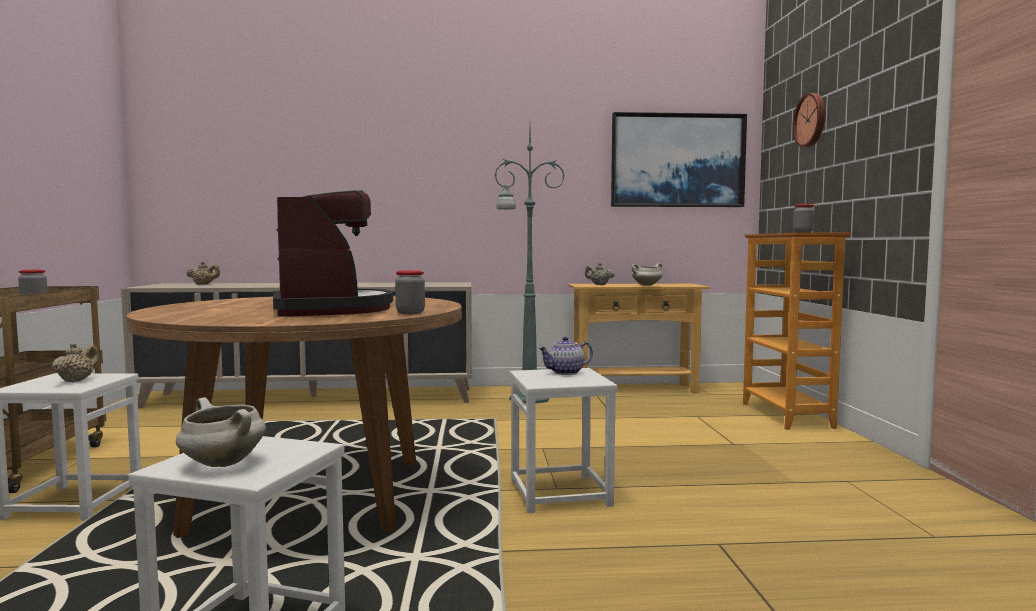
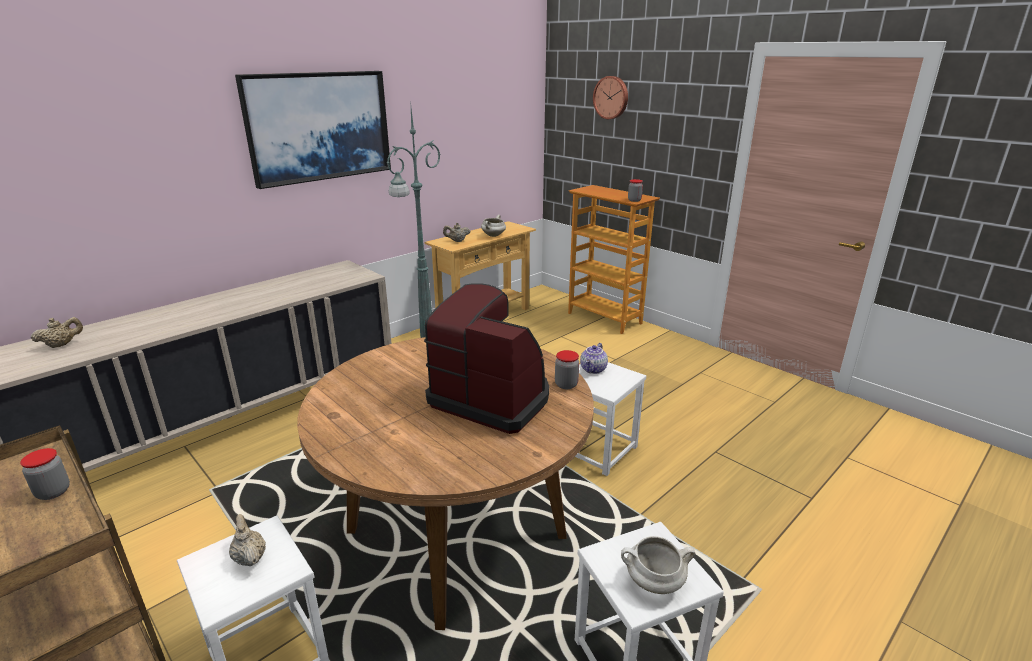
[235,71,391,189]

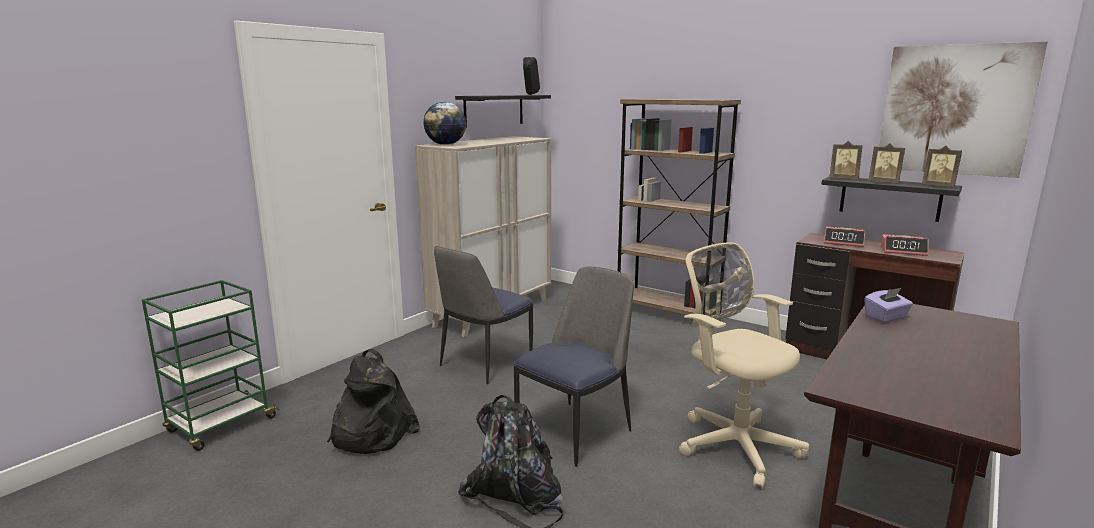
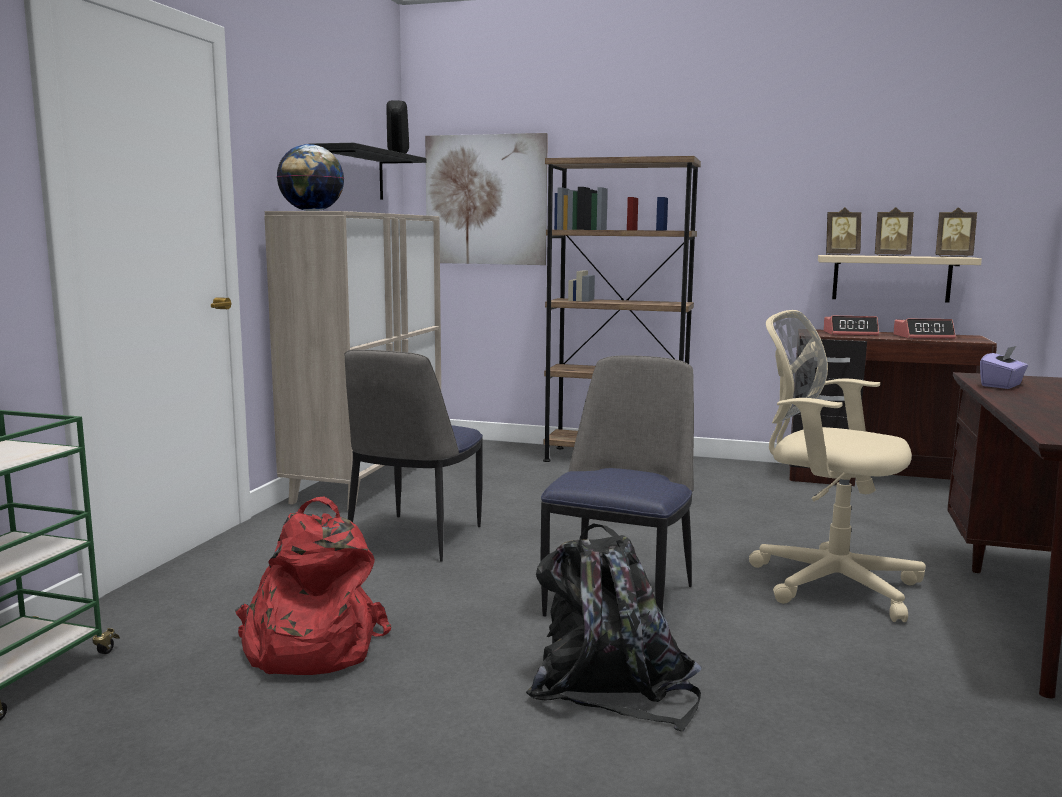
[235,497,391,675]
[425,133,548,265]
[818,255,982,303]

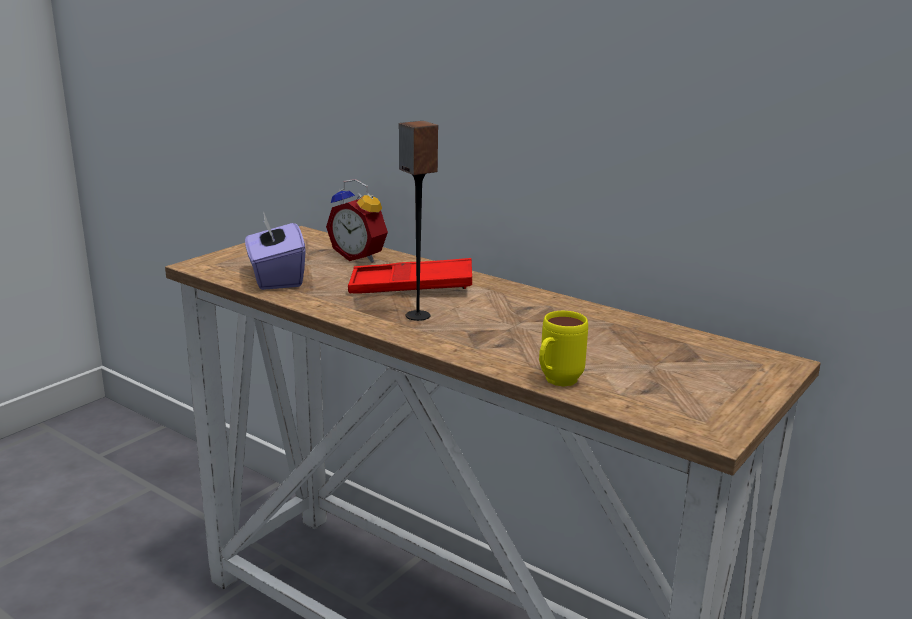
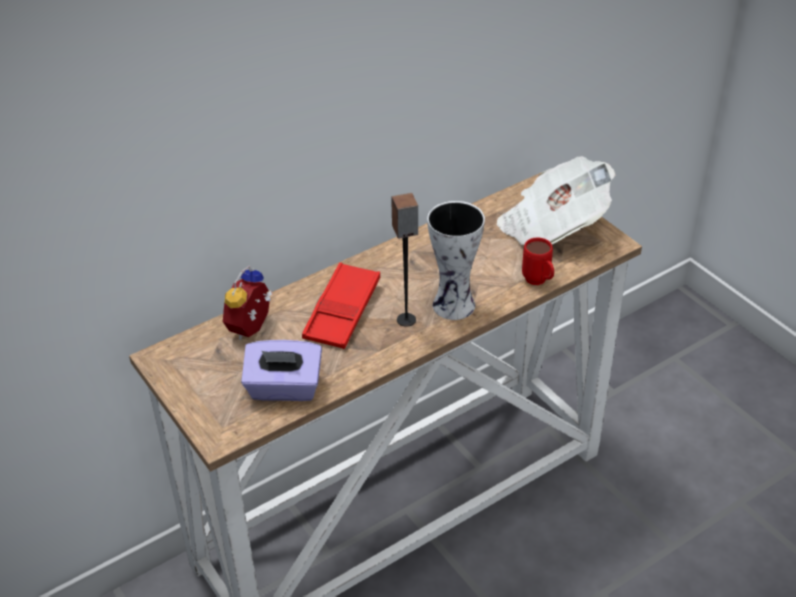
[223,265,273,340]
[427,201,485,320]
[497,156,616,245]
[522,237,554,285]

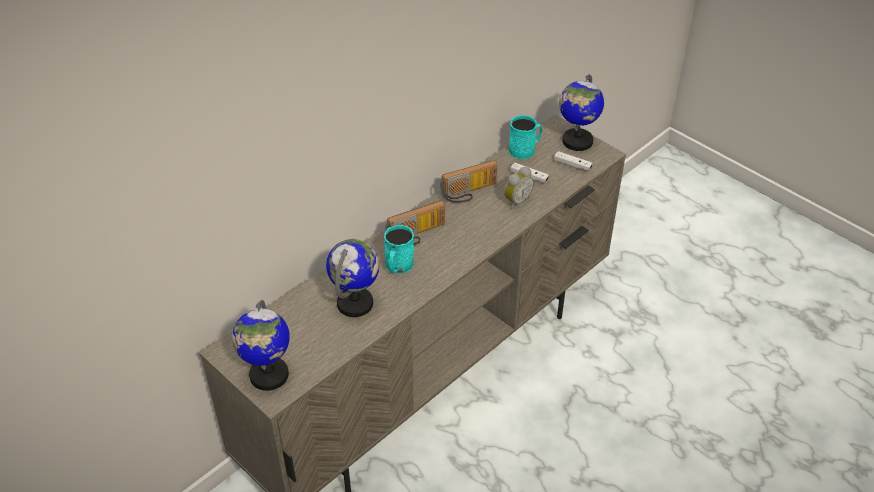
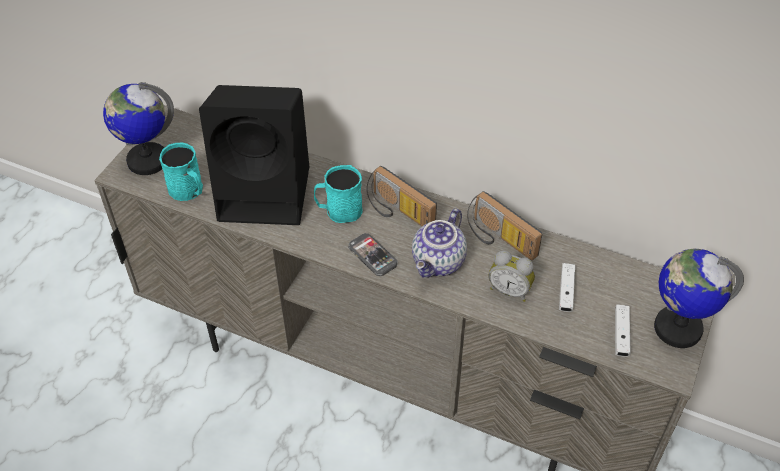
[159,142,203,201]
[199,85,309,225]
[348,233,398,276]
[412,209,467,278]

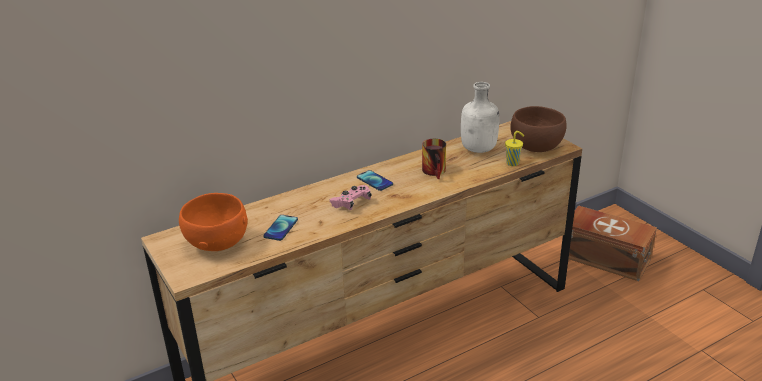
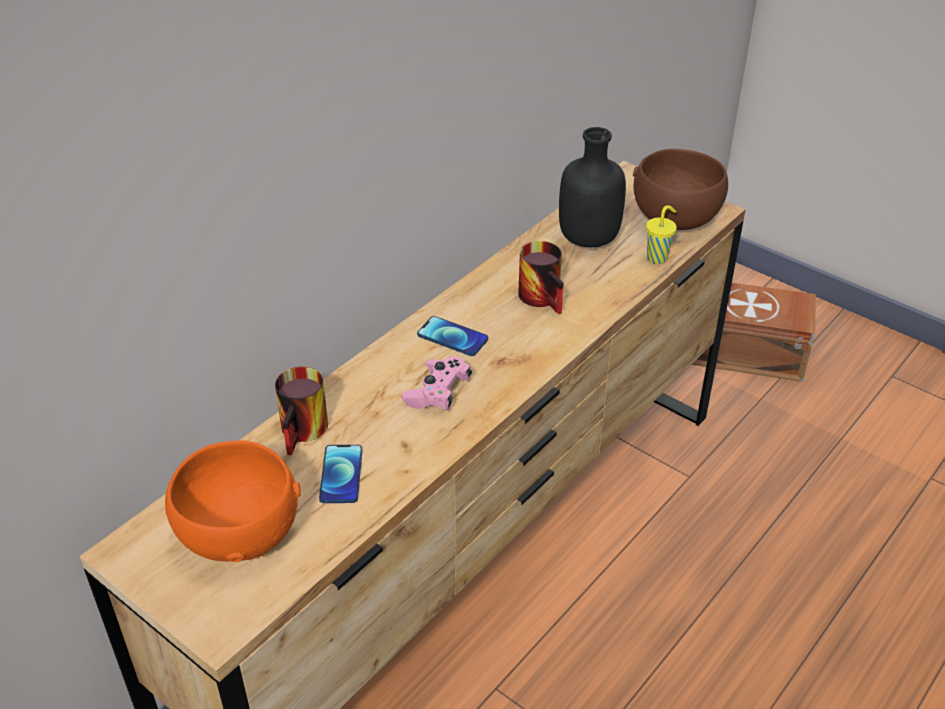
[275,367,328,455]
[559,127,626,247]

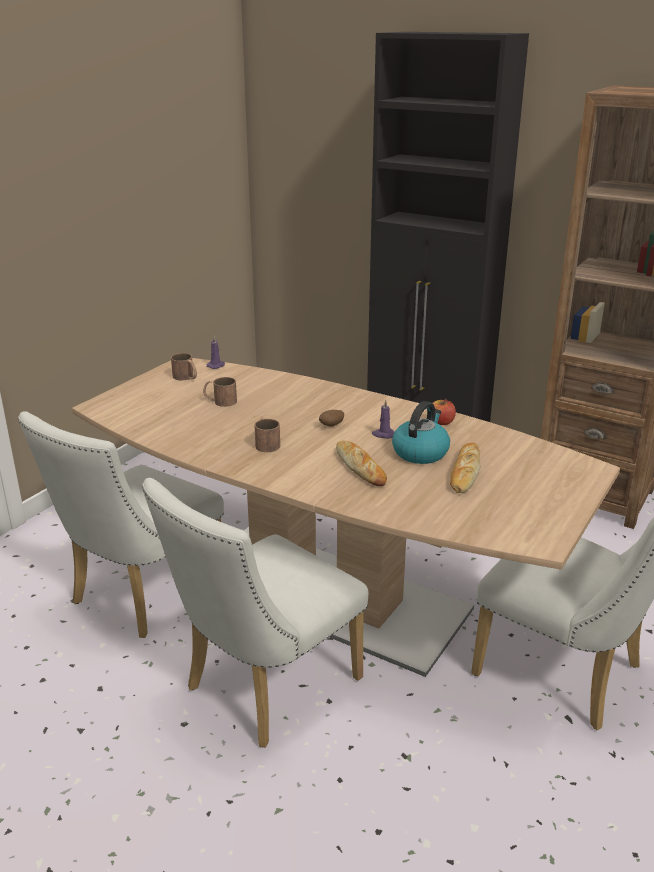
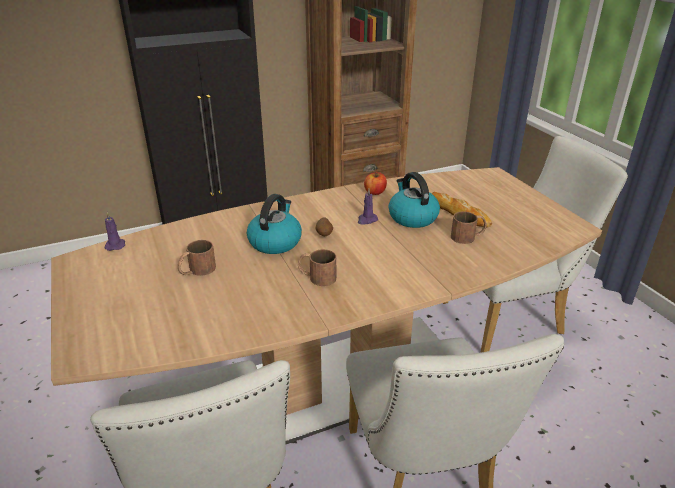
[247,194,302,254]
[451,211,487,244]
[336,441,387,486] (first image)

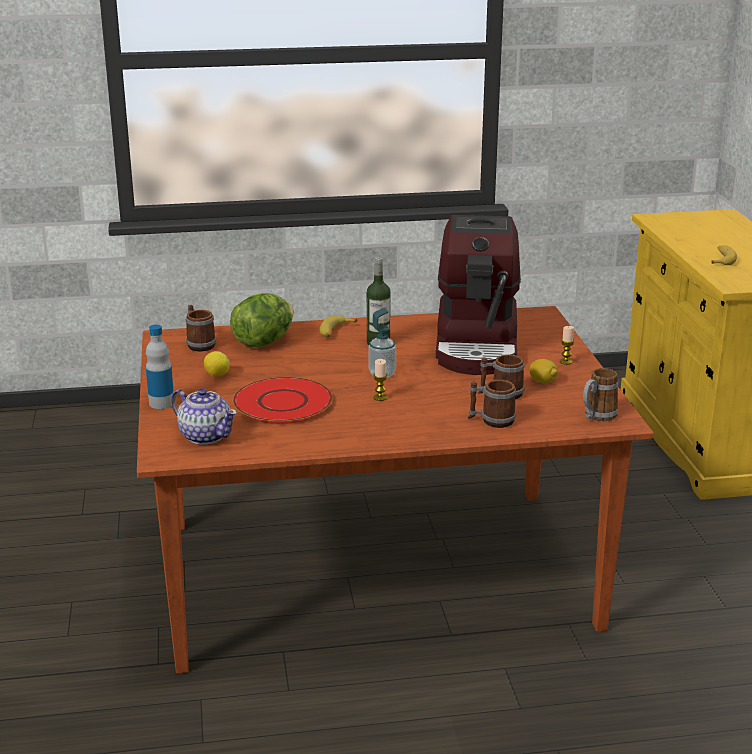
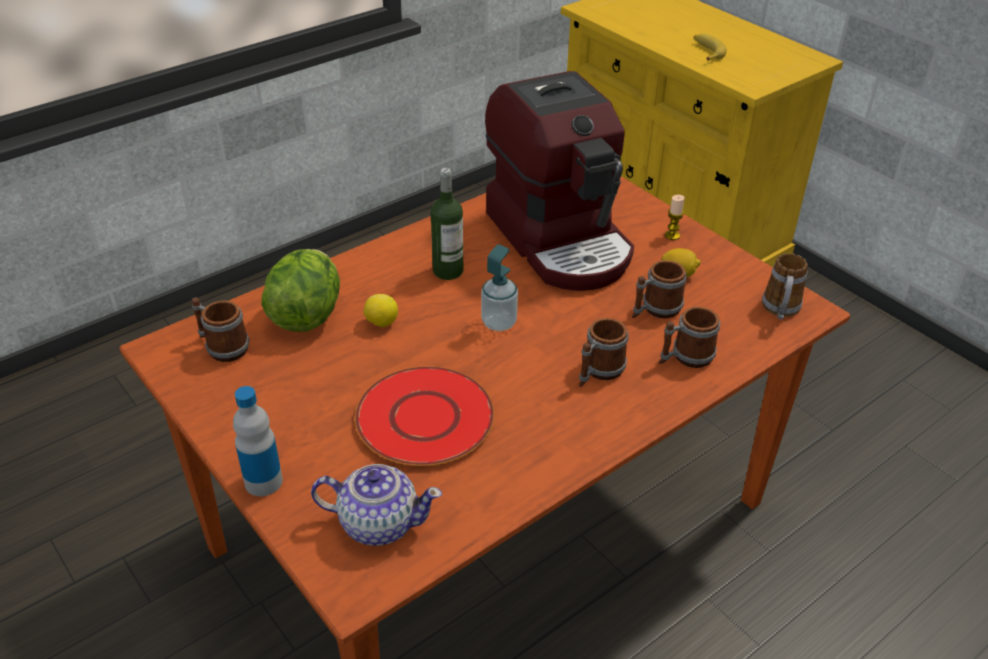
[364,294,398,327]
[579,318,628,387]
[319,315,357,338] (first image)
[374,359,387,401] (first image)

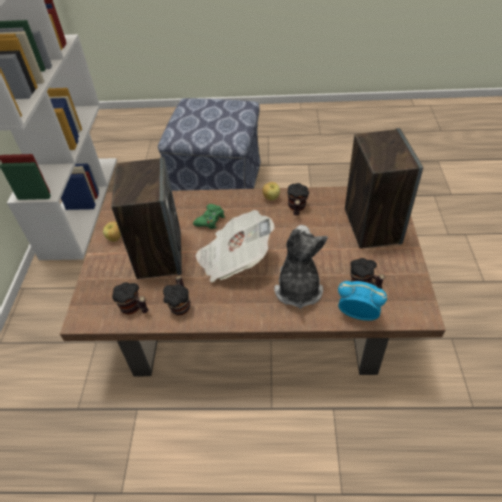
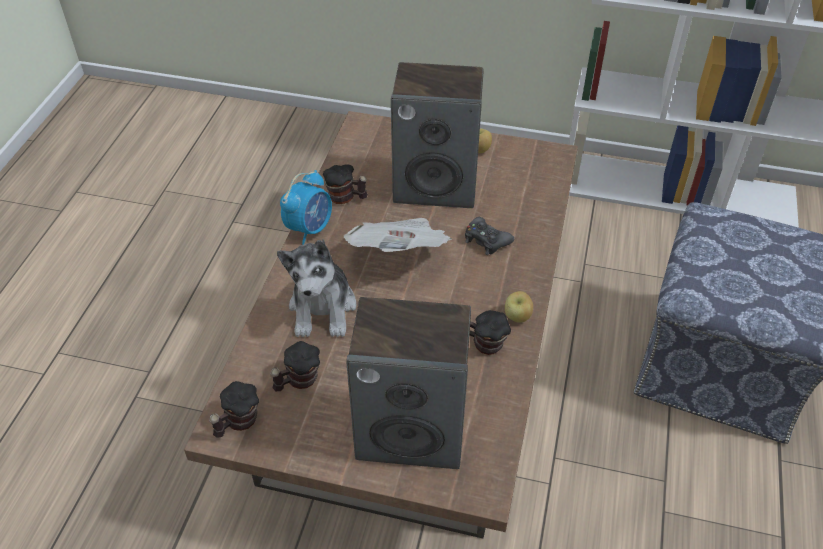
[209,381,259,438]
[277,239,357,337]
[280,170,332,245]
[465,217,514,255]

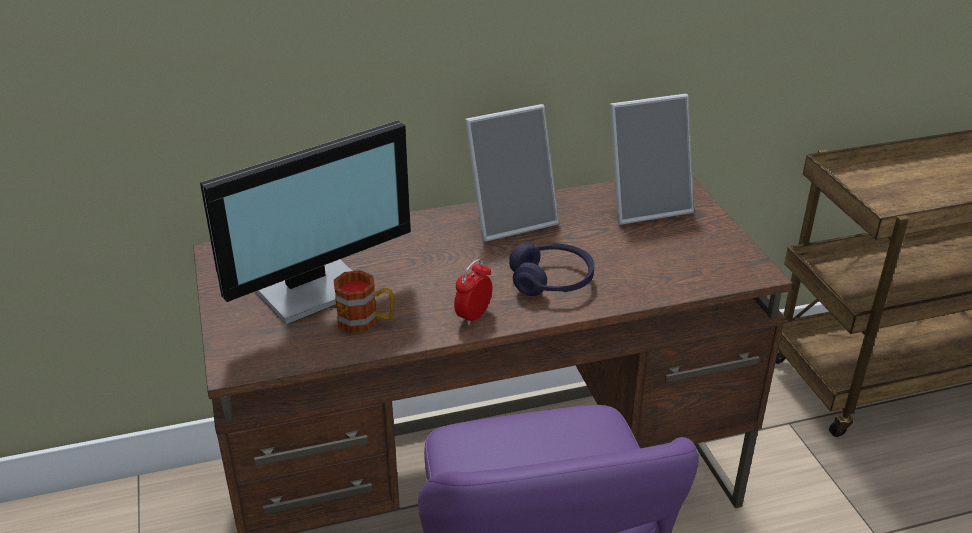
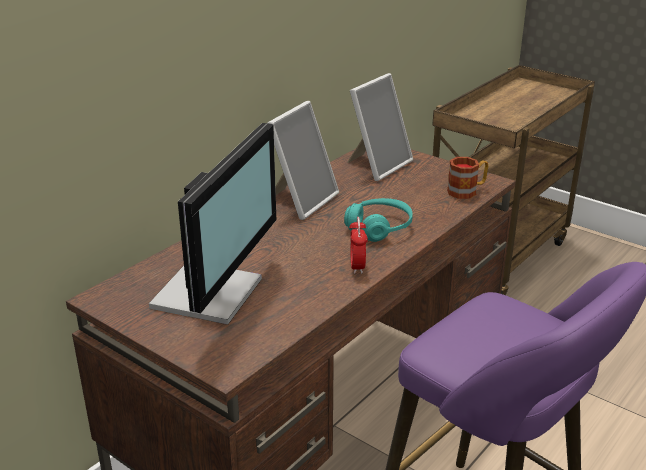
[344,198,413,242]
[447,157,488,199]

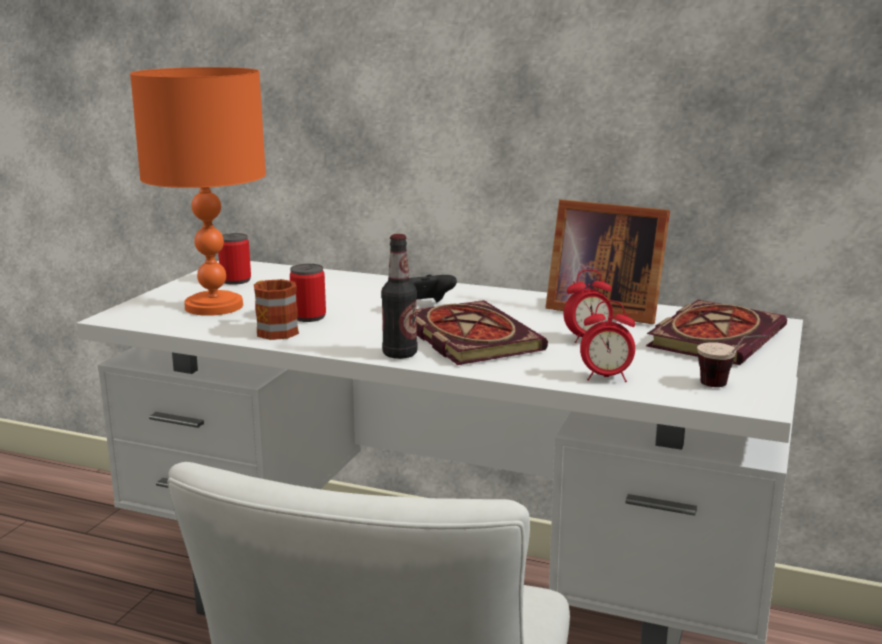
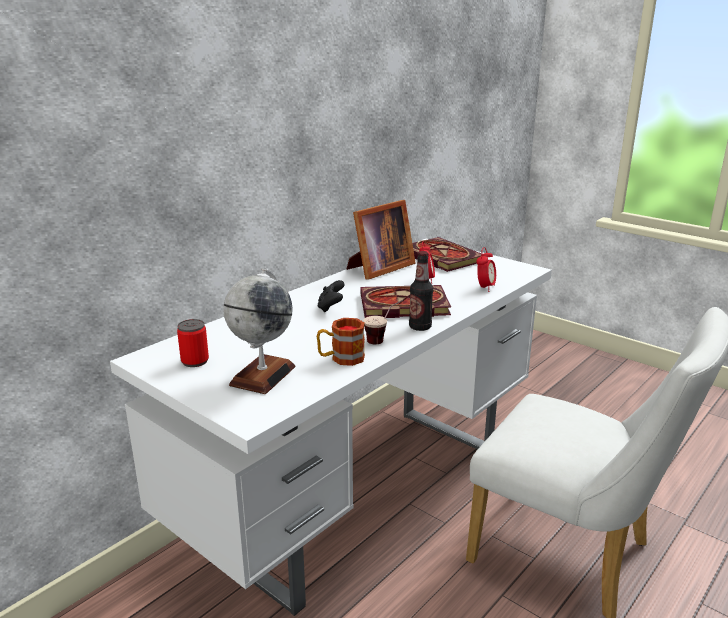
[223,269,296,394]
[363,300,403,344]
[290,264,326,322] (first image)

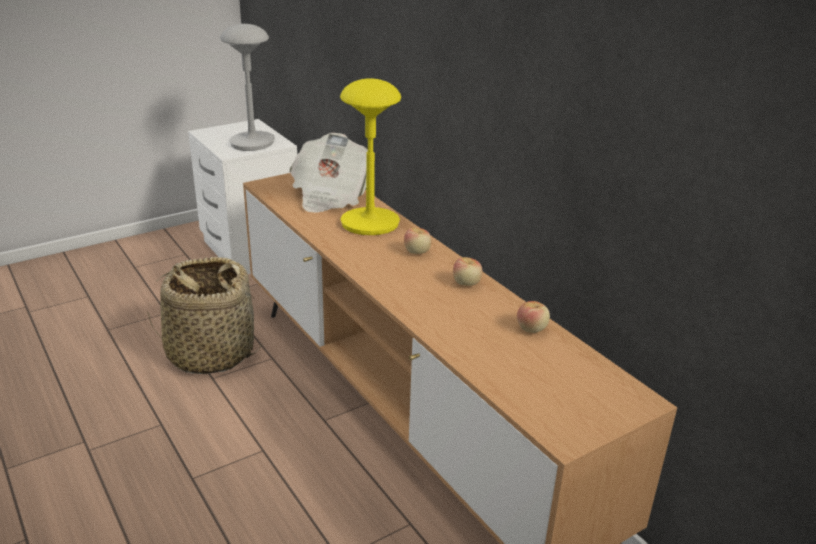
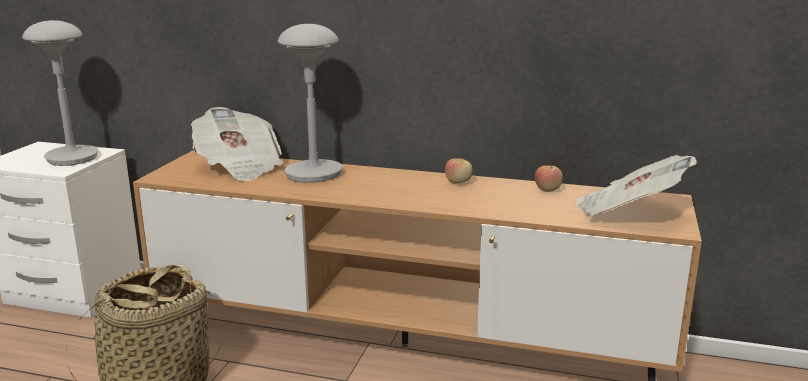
[278,24,343,183]
[575,155,697,217]
[404,228,431,254] (first image)

